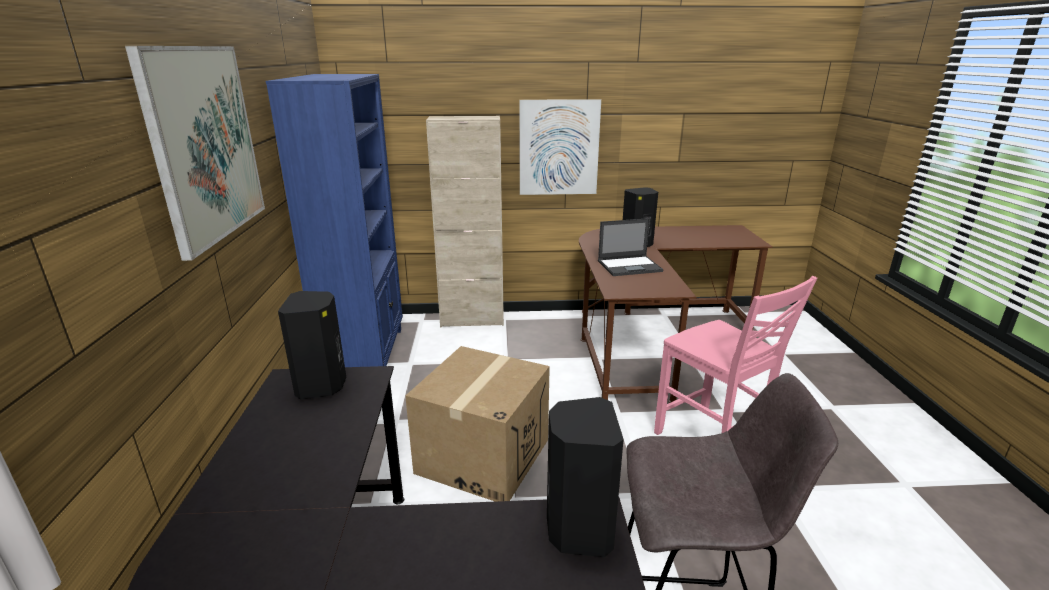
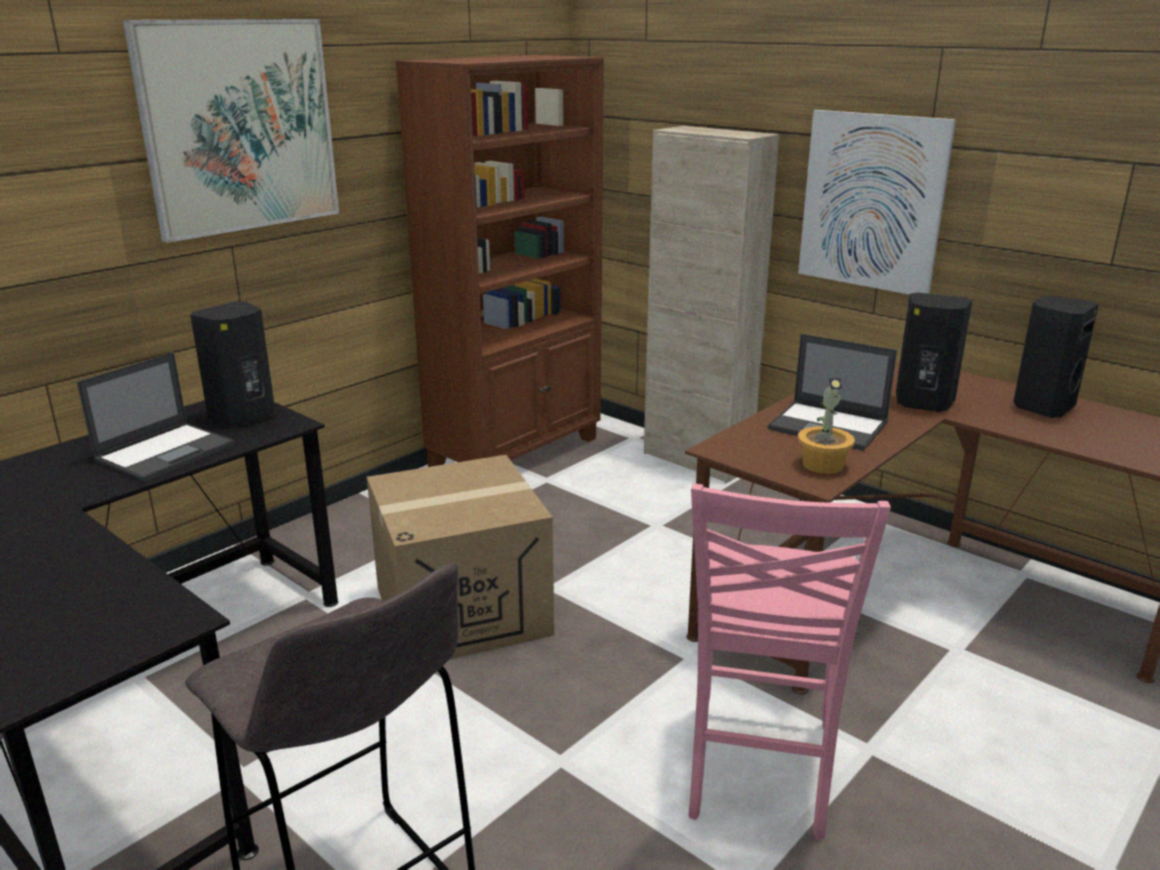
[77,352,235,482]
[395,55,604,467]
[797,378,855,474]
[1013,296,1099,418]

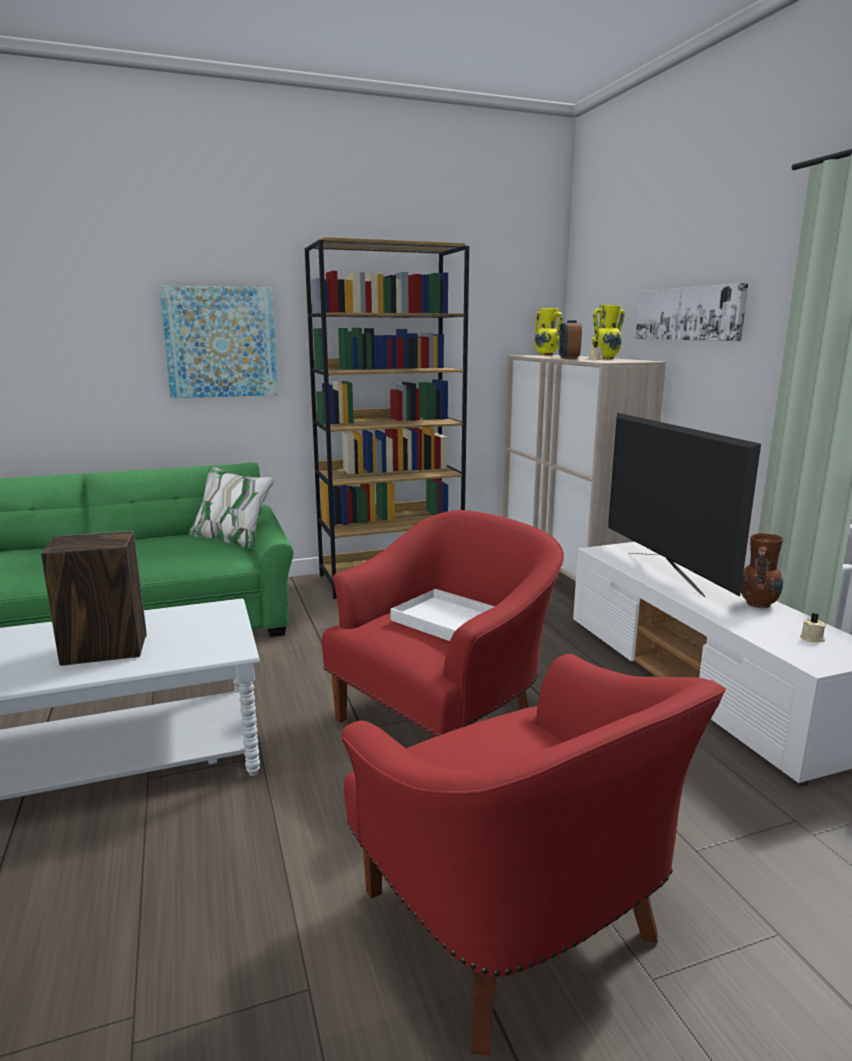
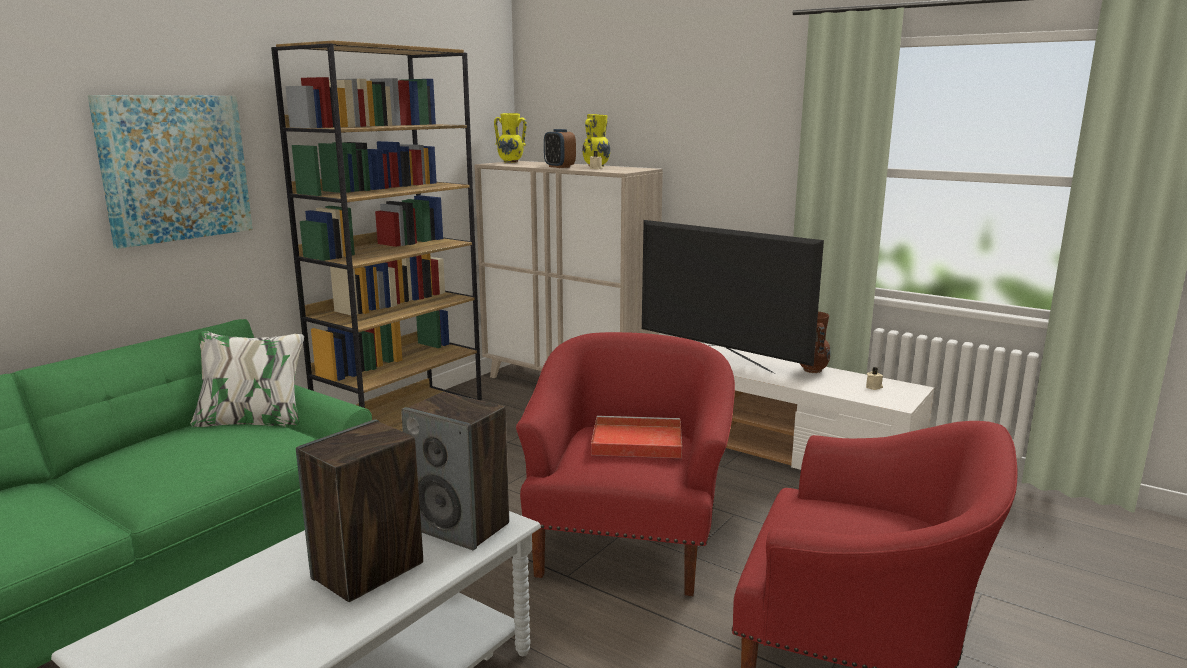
[401,392,509,550]
[591,416,682,458]
[635,283,748,341] (first image)

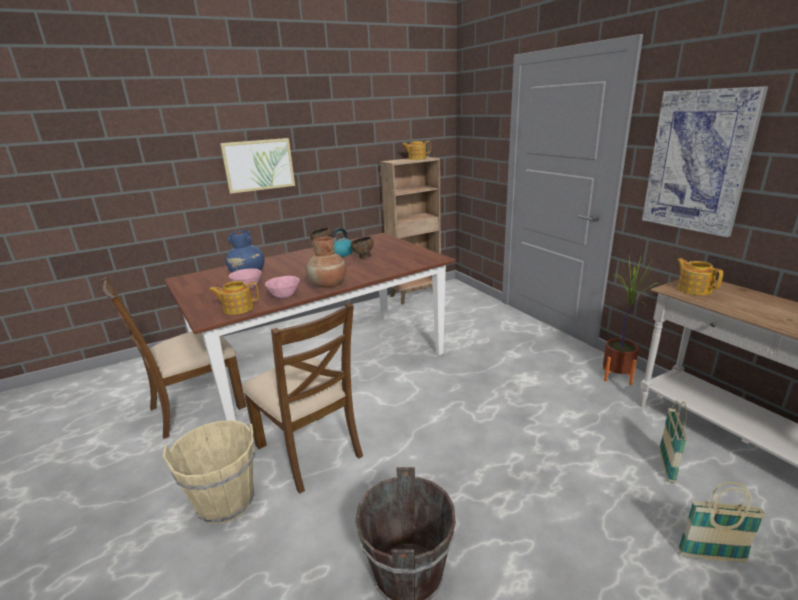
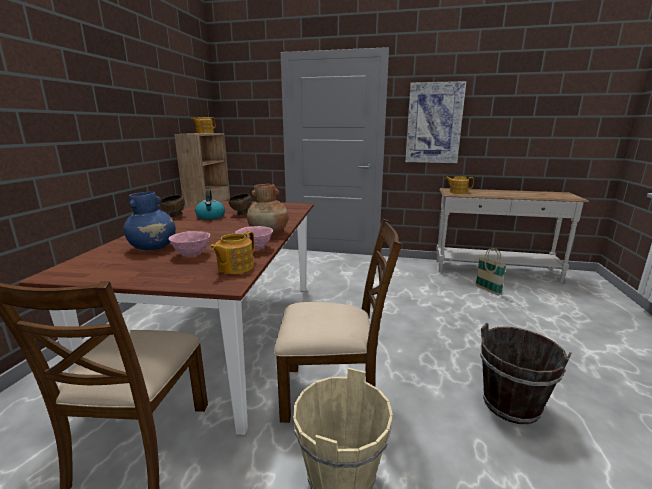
[220,138,295,194] (first image)
[603,255,660,385] (first image)
[678,482,765,562] (first image)

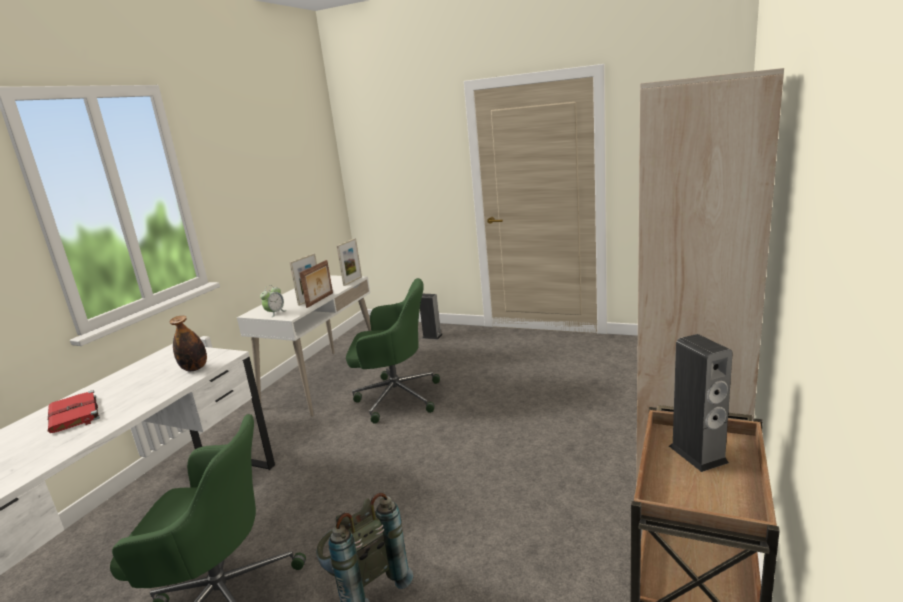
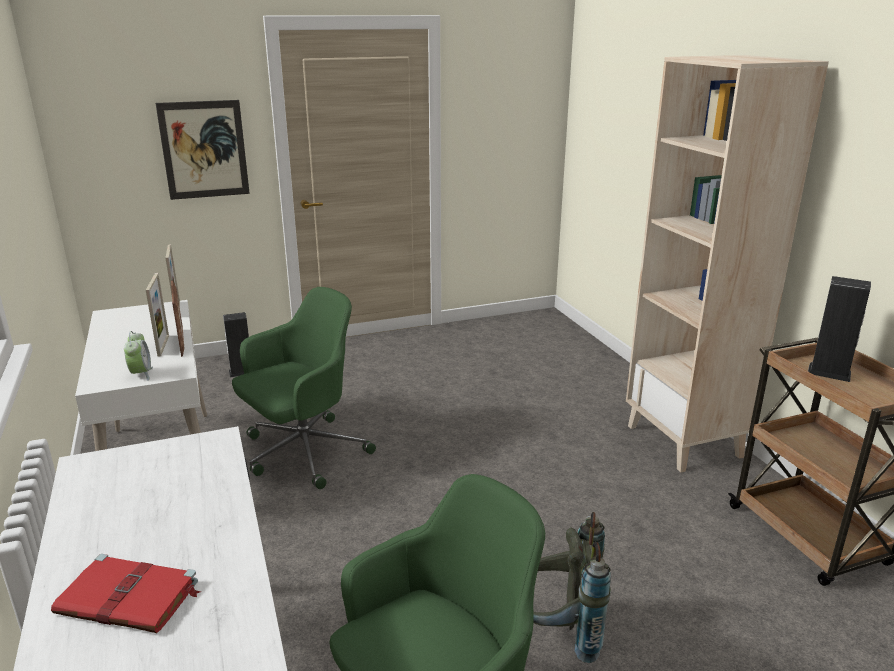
[155,100,250,200]
[170,316,207,371] (first image)

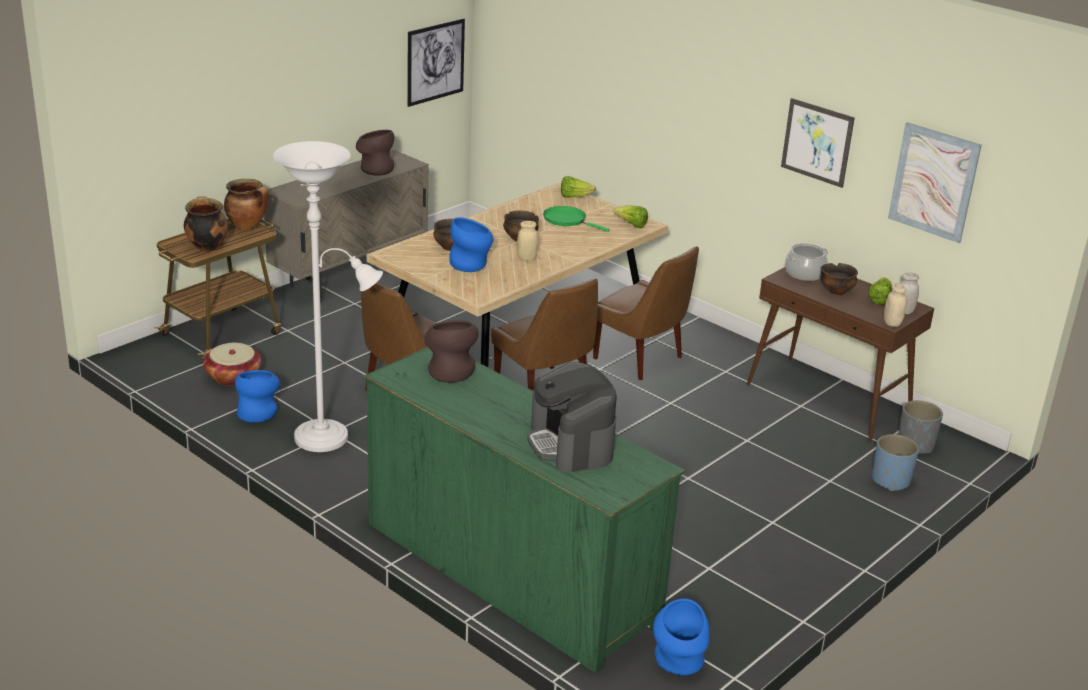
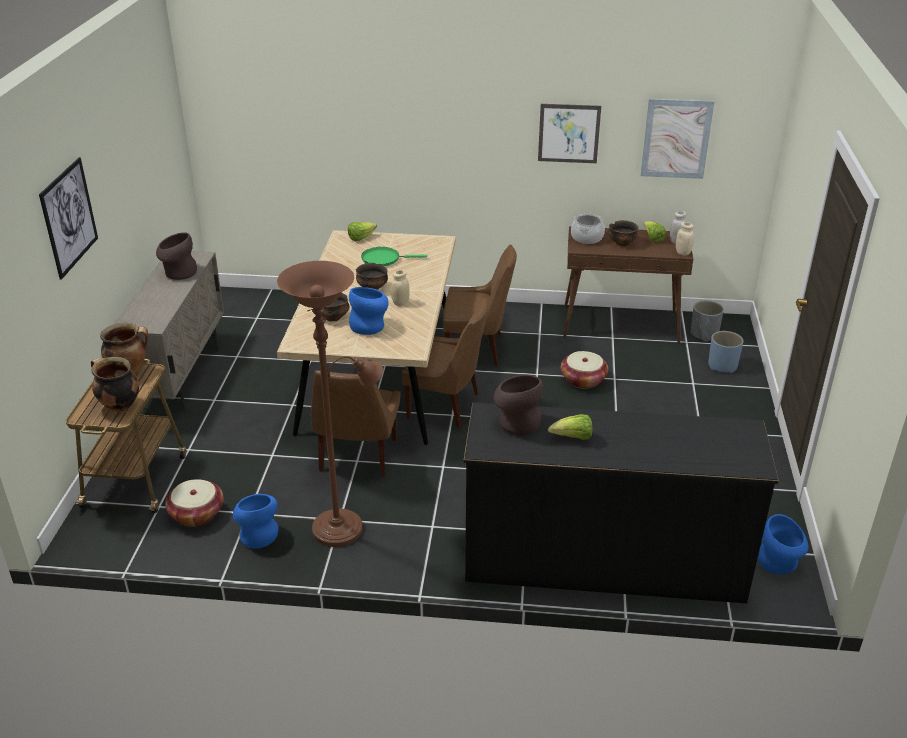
[39,157,98,280]
[277,261,383,547]
[463,402,779,603]
[548,414,593,440]
[561,351,608,389]
[527,362,617,473] (first image)

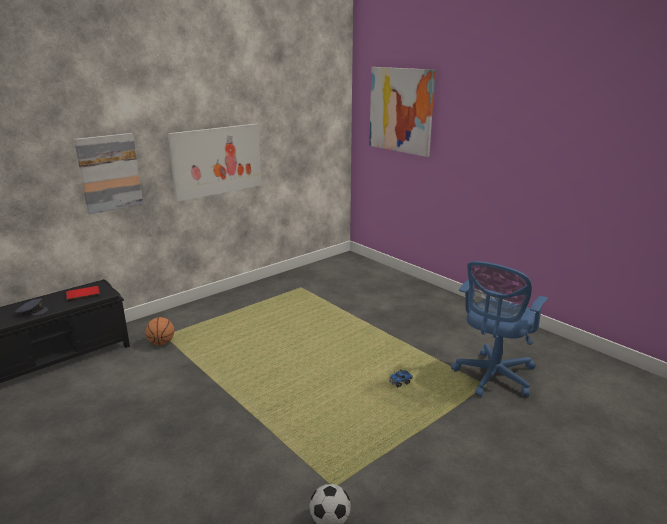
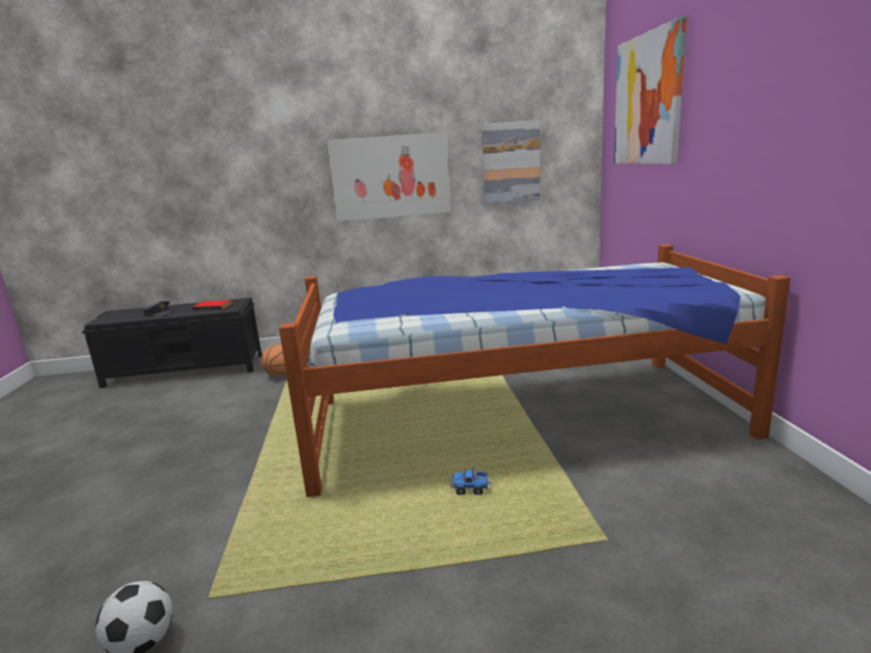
[279,244,790,497]
[482,120,540,204]
[451,261,548,397] (first image)

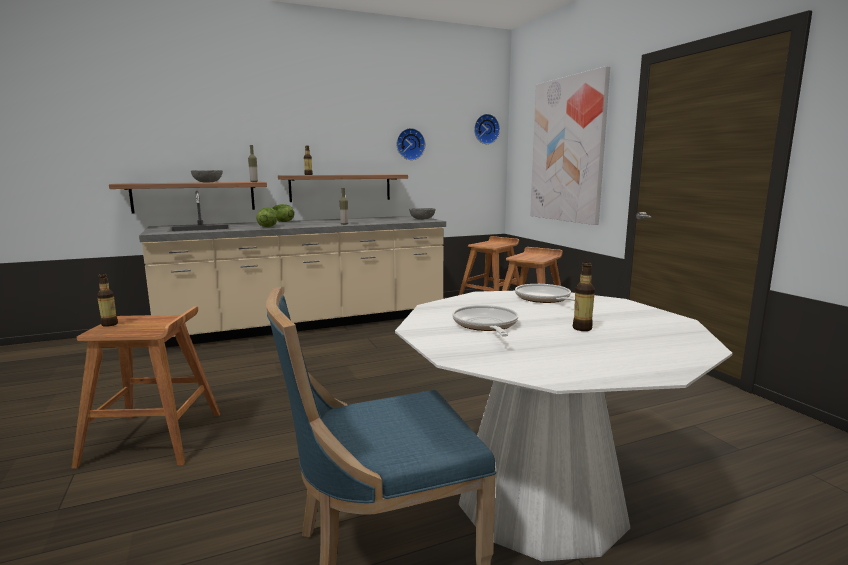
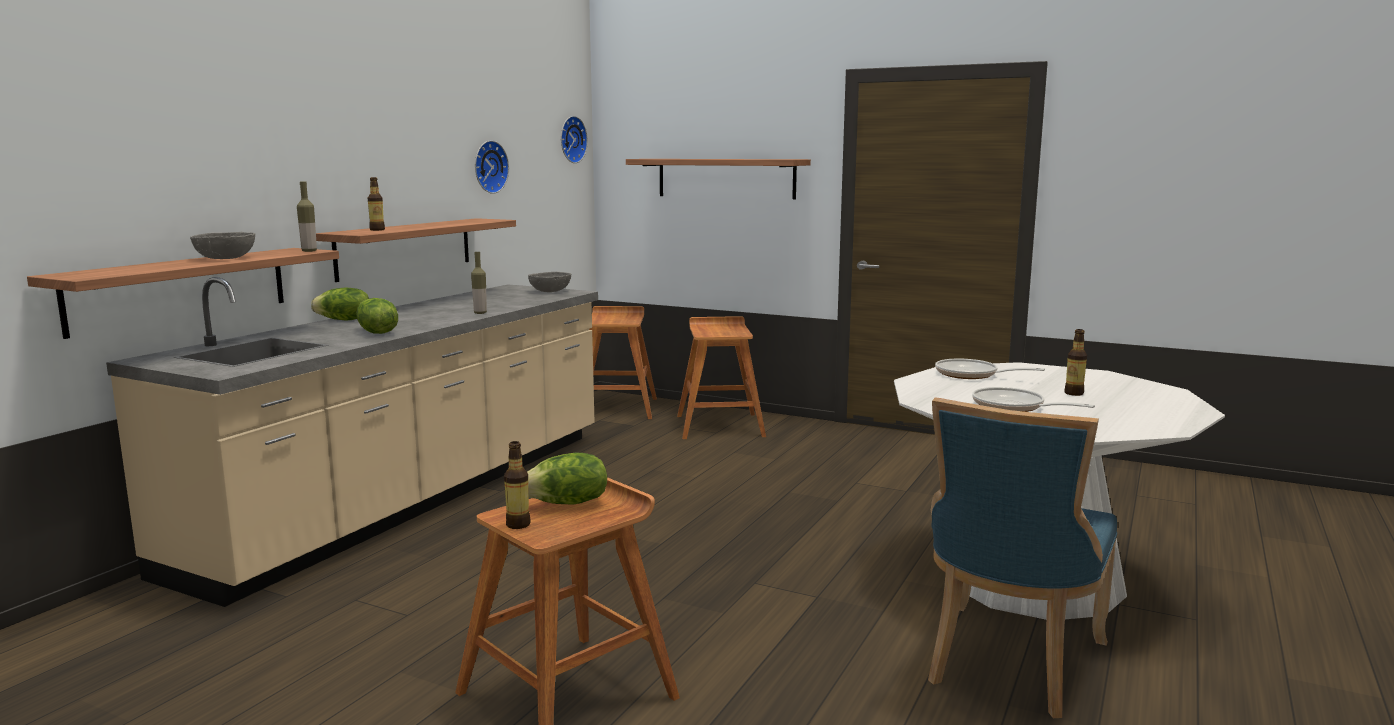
[527,453,607,505]
[626,159,811,199]

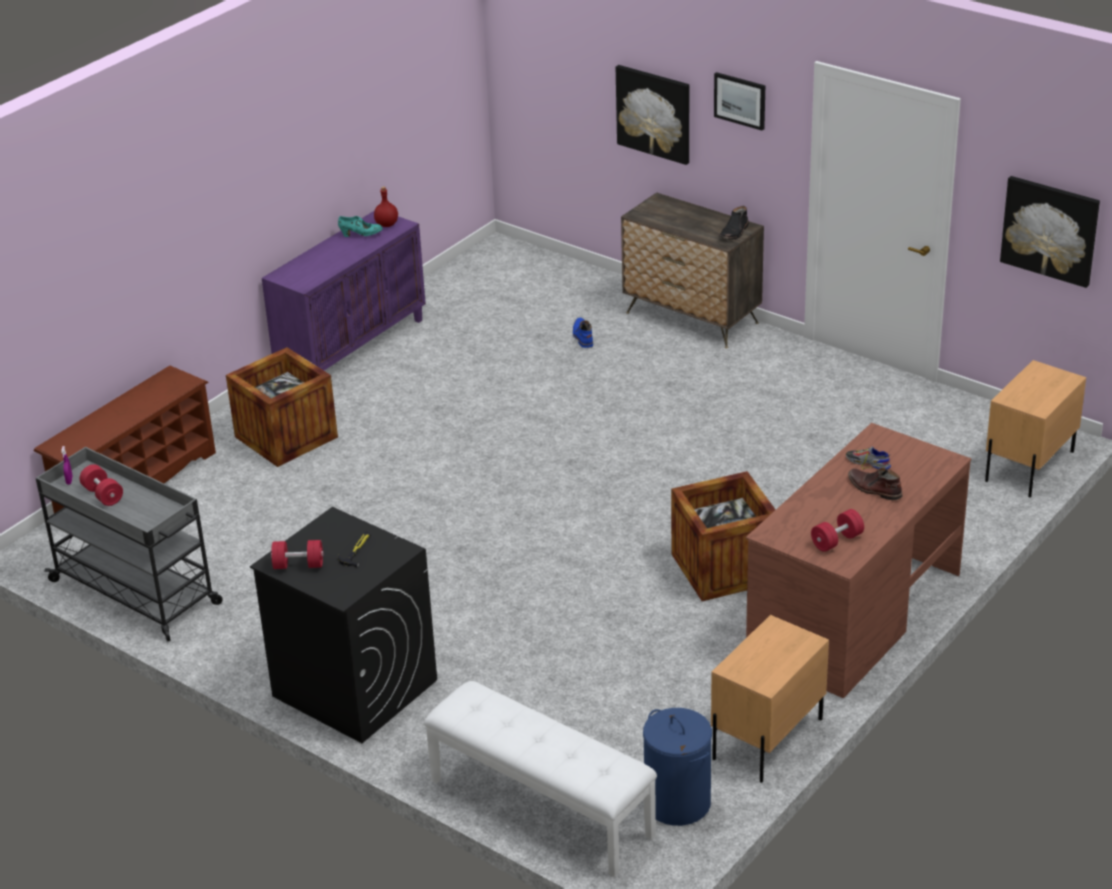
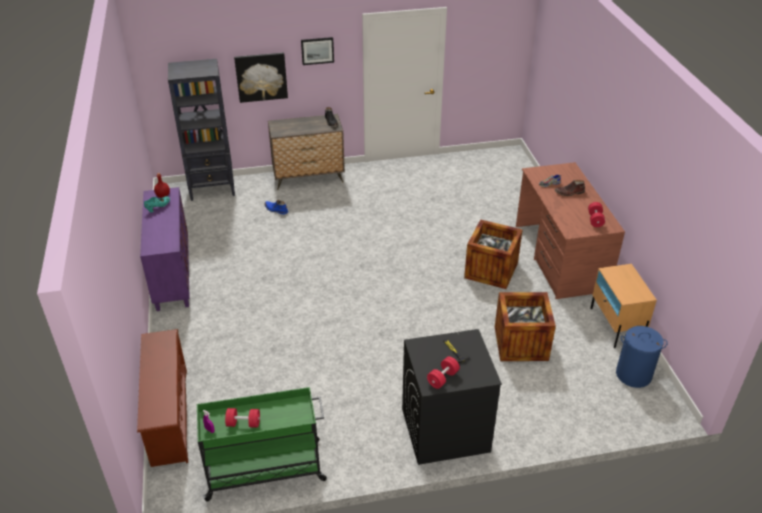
[168,59,235,201]
[197,387,327,502]
[495,292,556,361]
[423,681,657,877] (first image)
[985,360,1086,498] (first image)
[1000,176,1100,288] (first image)

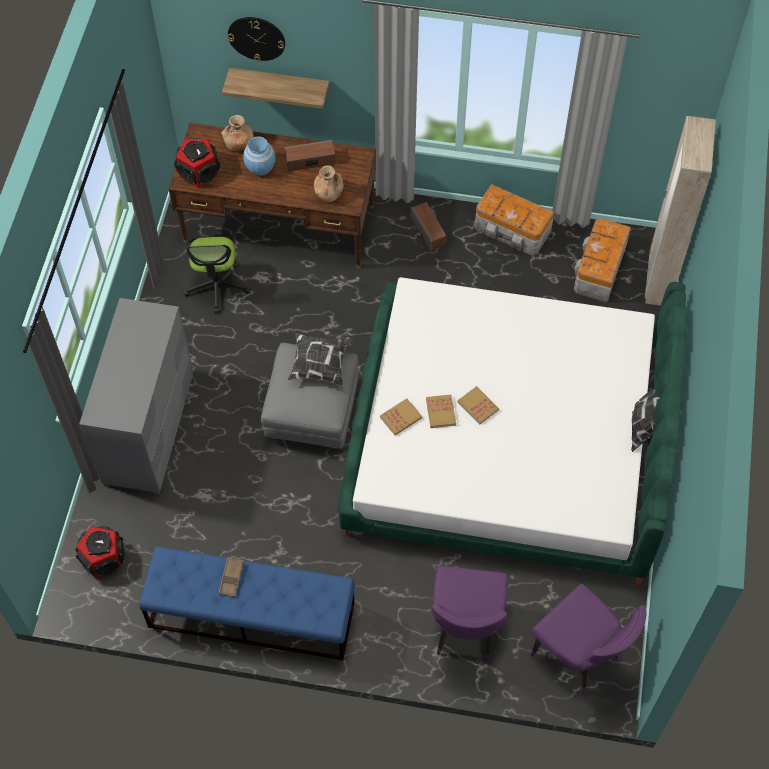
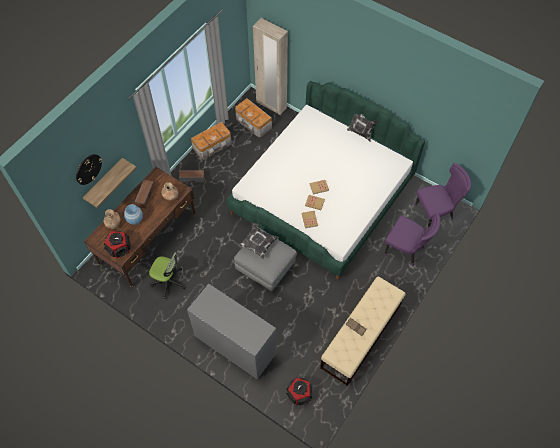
[320,276,406,386]

